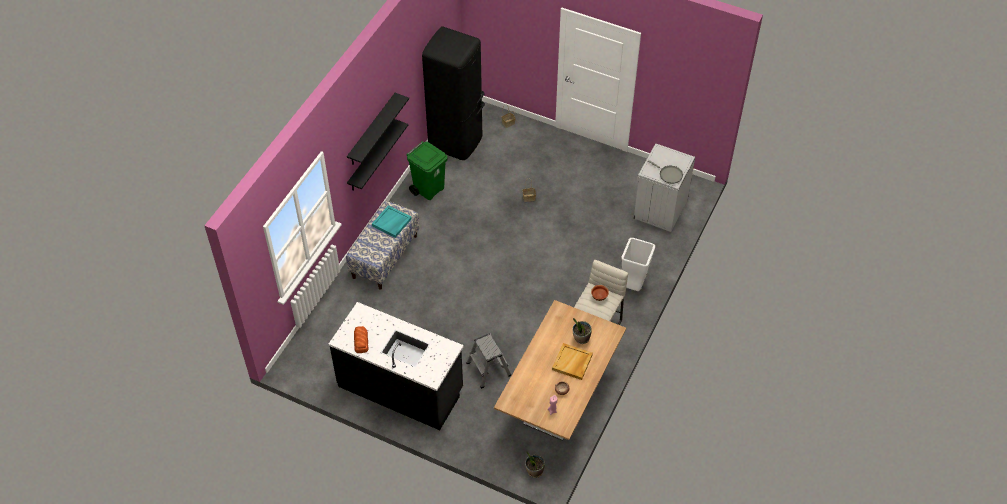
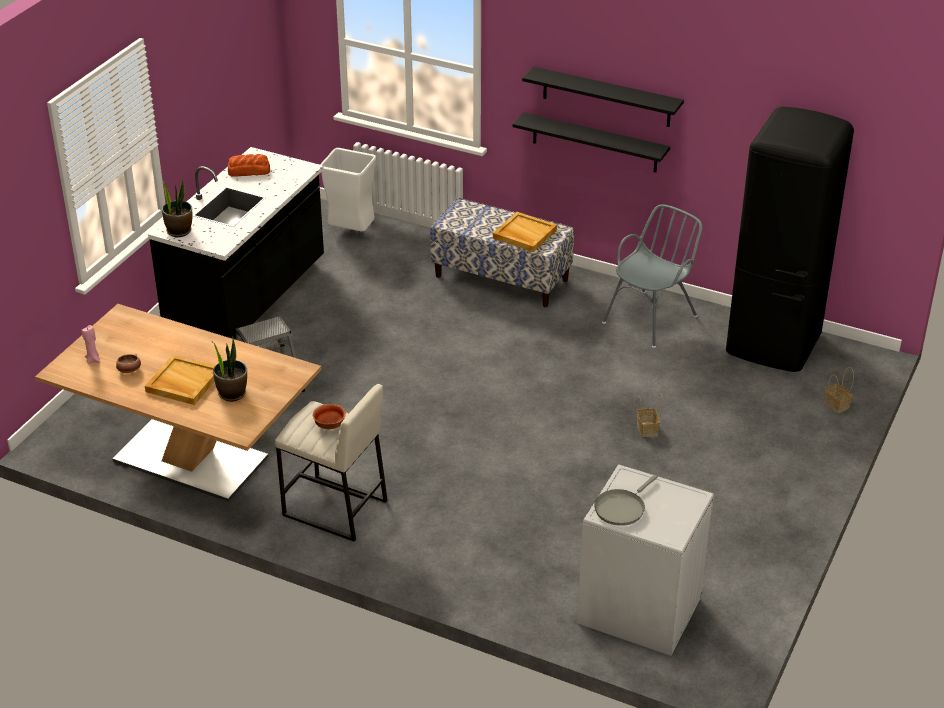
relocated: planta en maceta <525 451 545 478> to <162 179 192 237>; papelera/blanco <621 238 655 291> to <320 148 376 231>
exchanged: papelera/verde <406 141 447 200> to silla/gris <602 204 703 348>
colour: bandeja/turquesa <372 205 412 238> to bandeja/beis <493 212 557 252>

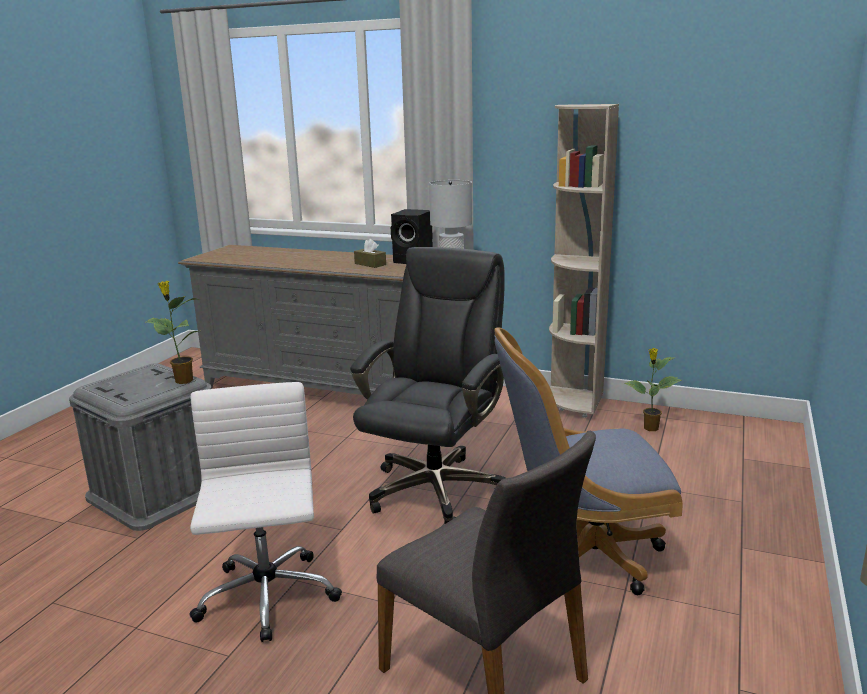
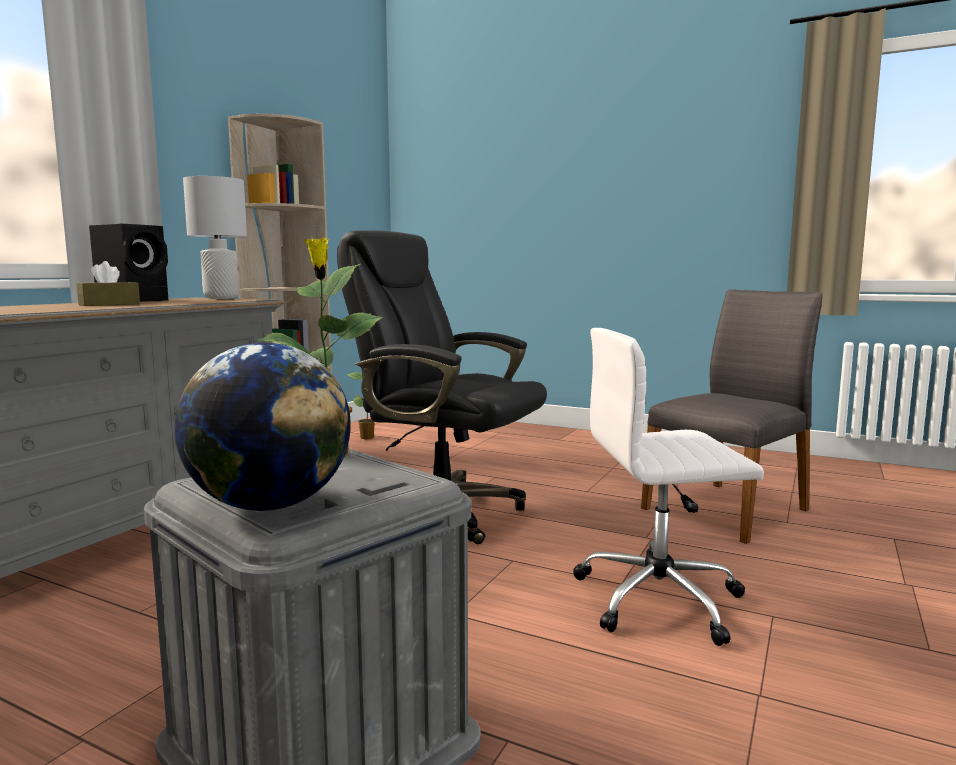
missing: silla de oficina/azul <494 328 683 595>
appeared: globo terráqueo <175 343 351 511>

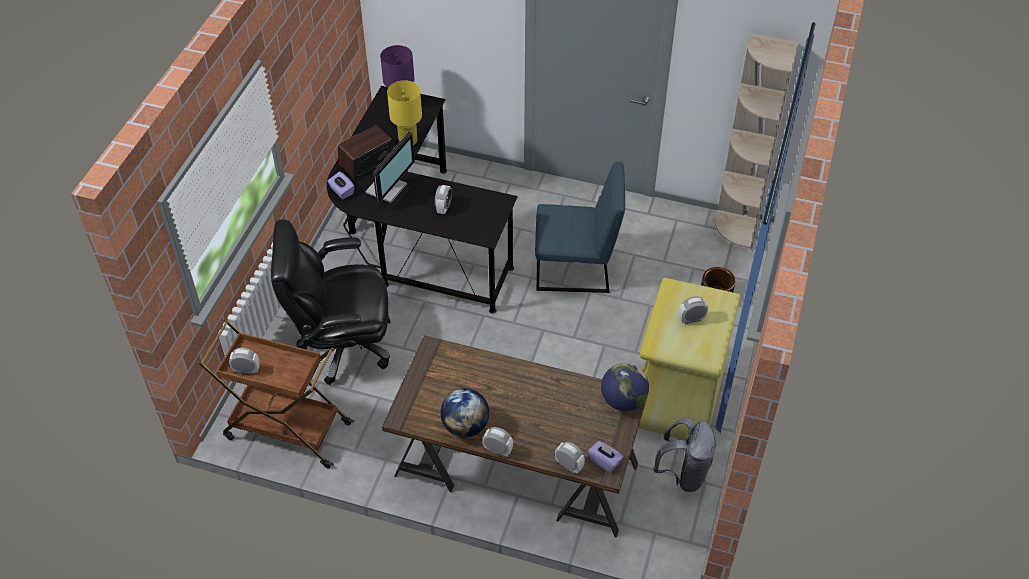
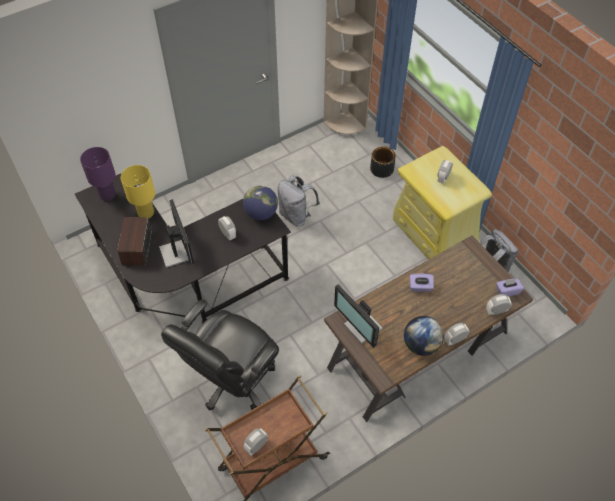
appeared: monitor <334 284 383 348>
relocated: caja de pañuelos/morado <327 172 355 199> to <410 274 434 292>; globo terráqueo <601 363 649 411> to <243 185 278 220>
exchanged: silla/azul <535 161 625 293> to mochila/gris <277 175 320 226>

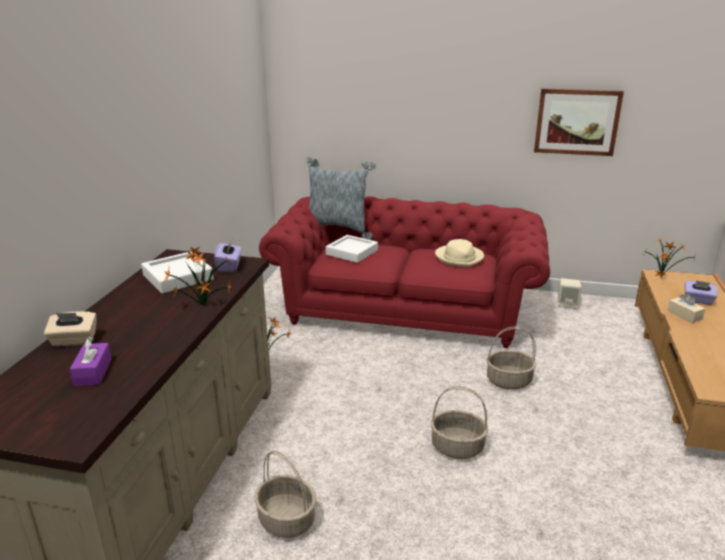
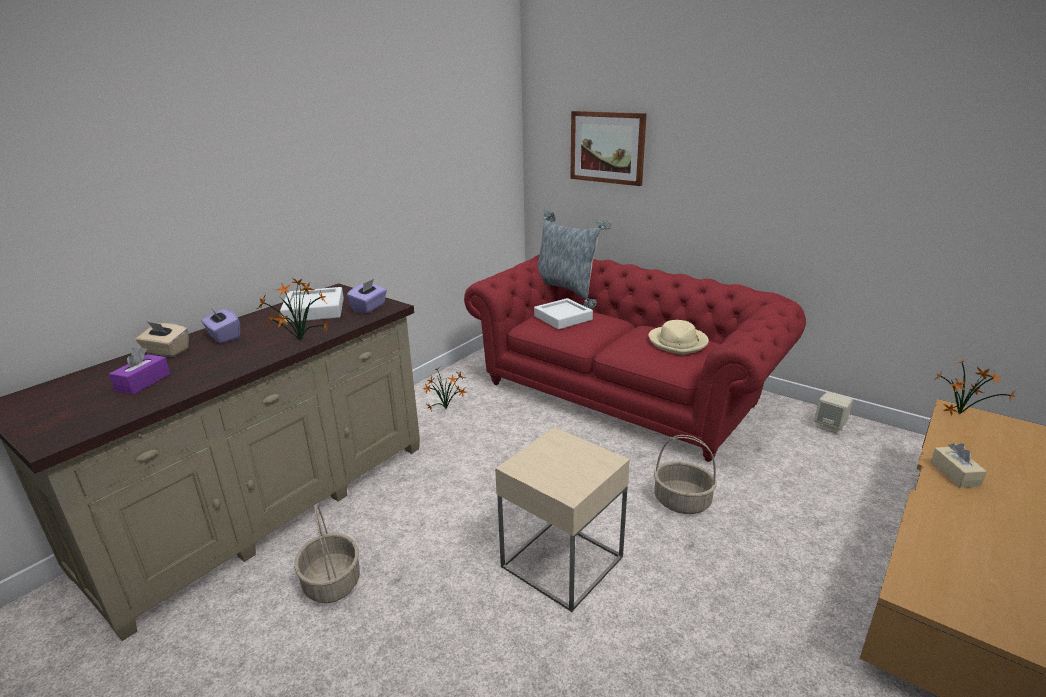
relocated: cuadro <534 88 624 156> to <570 111 647 186>; caja de pañuelos/morado <685 280 717 305> to <201 308 240 344>
exchanged: cesta <431 386 488 459> to mesa auxiliar/beis <495 427 630 612>

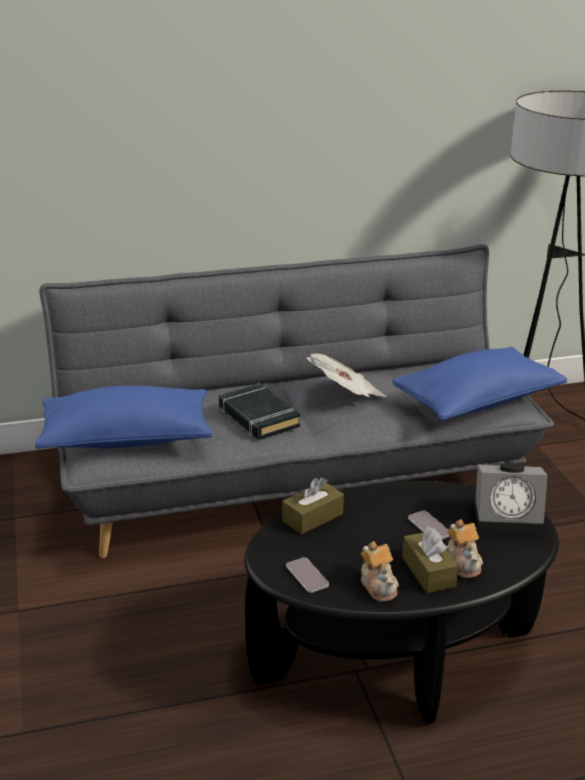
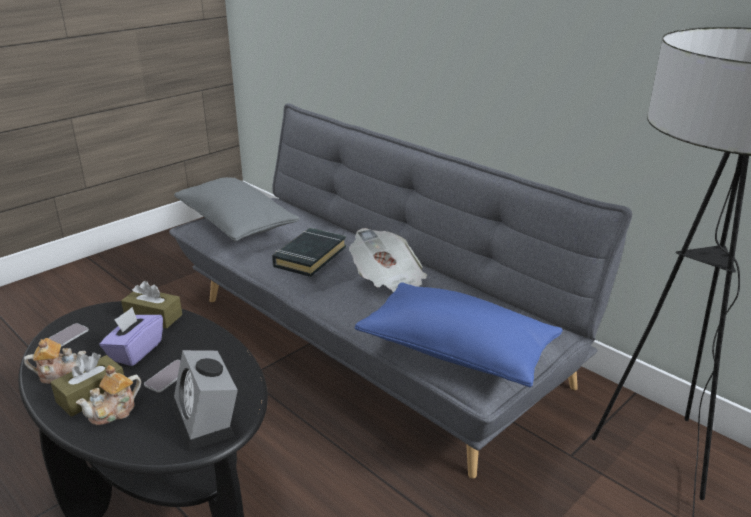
appeared: caja de pañuelos/morado <99 307 163 366>
colour: cojín/azul <35 386 212 449> to cojín/gris <174 177 300 242>
spun: tetera <361 541 399 602> = <24 338 86 384> 135 degrees counterclockwise

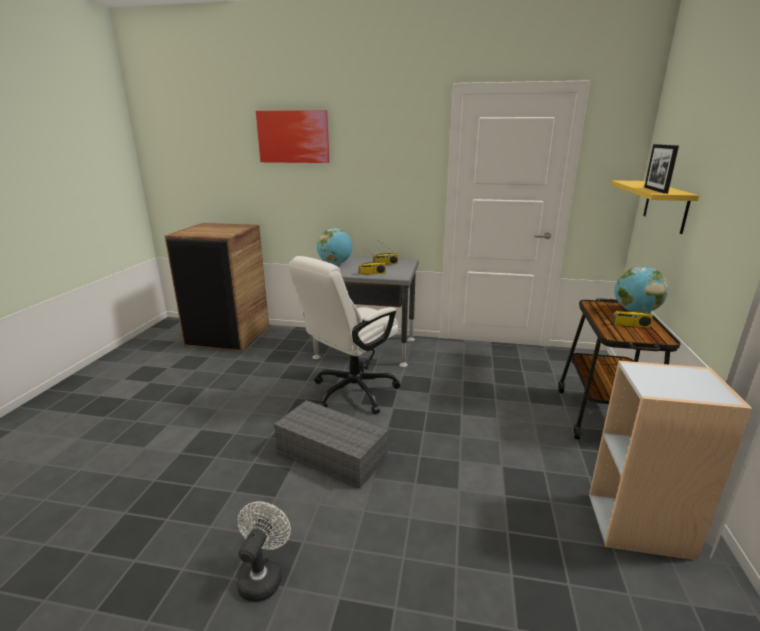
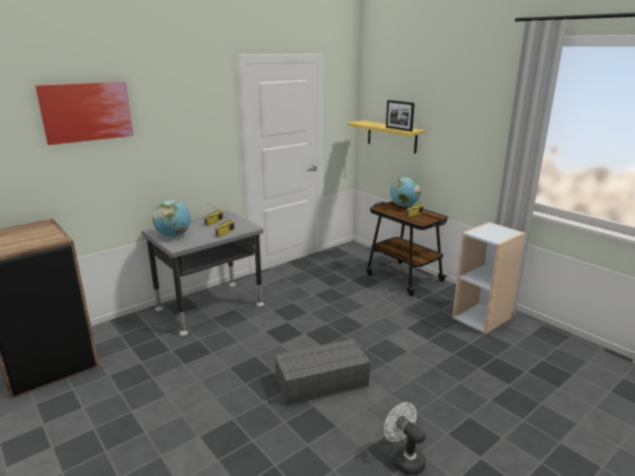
missing: silla de oficina/blanco <288 256 401 415>

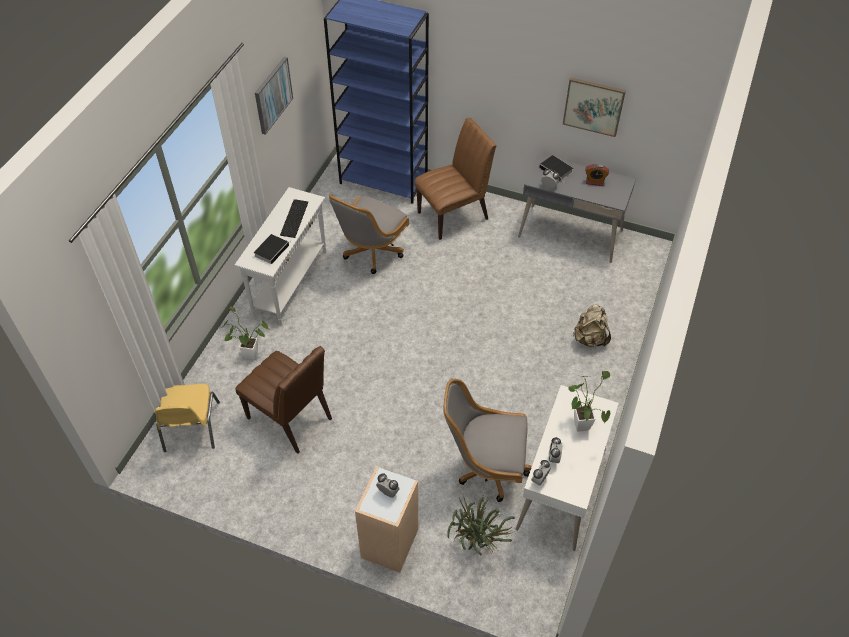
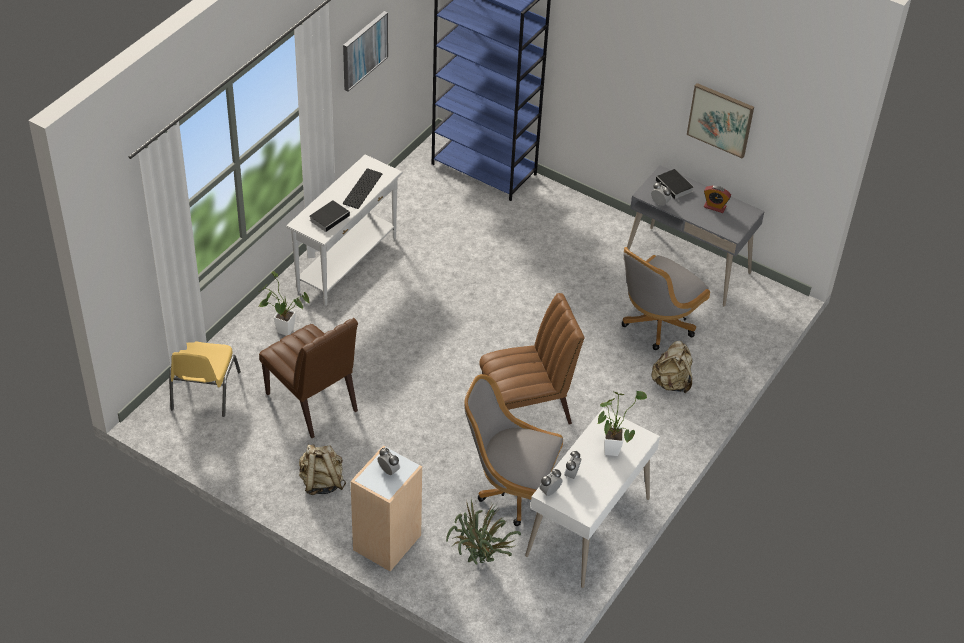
appeared: mochila/beis <299 444 346 495>
relocated: silla de oficina/gris <329 194 409 274> to <622 247 710 350>; silla/marrón <414 118 497 240> to <479 293 585 425>

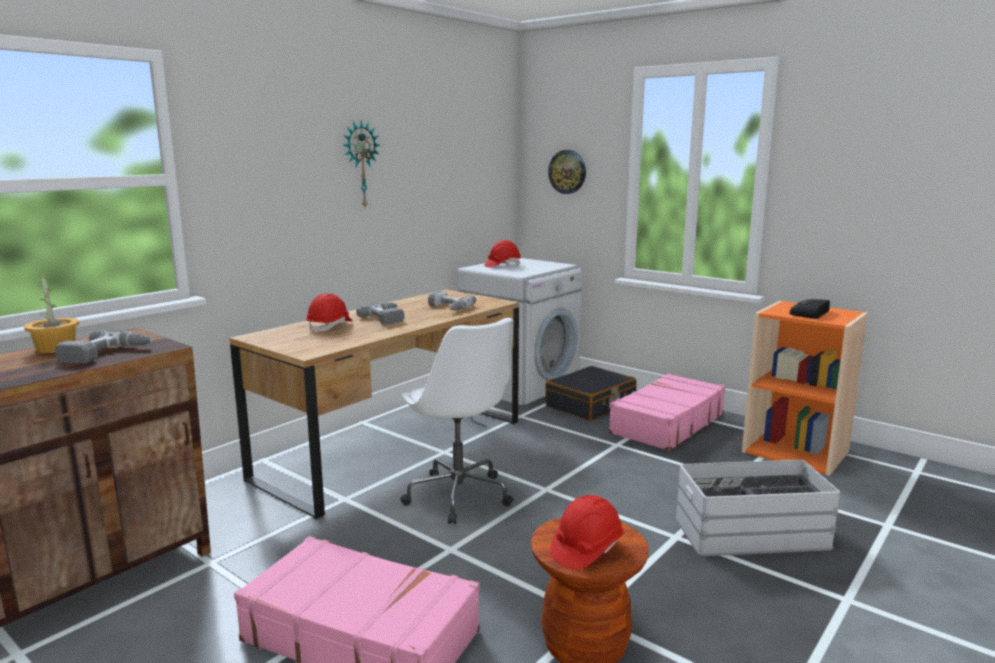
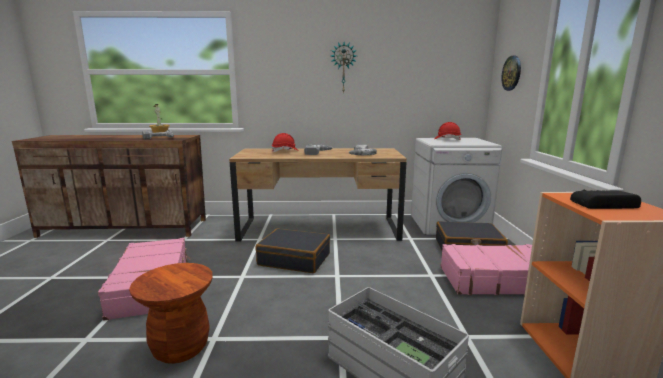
missing: casco/rojo <550 495 624 570>
exchanged: silla de oficina/blanco <401 318 514 524> to maleta/negro <256 229 330 273>

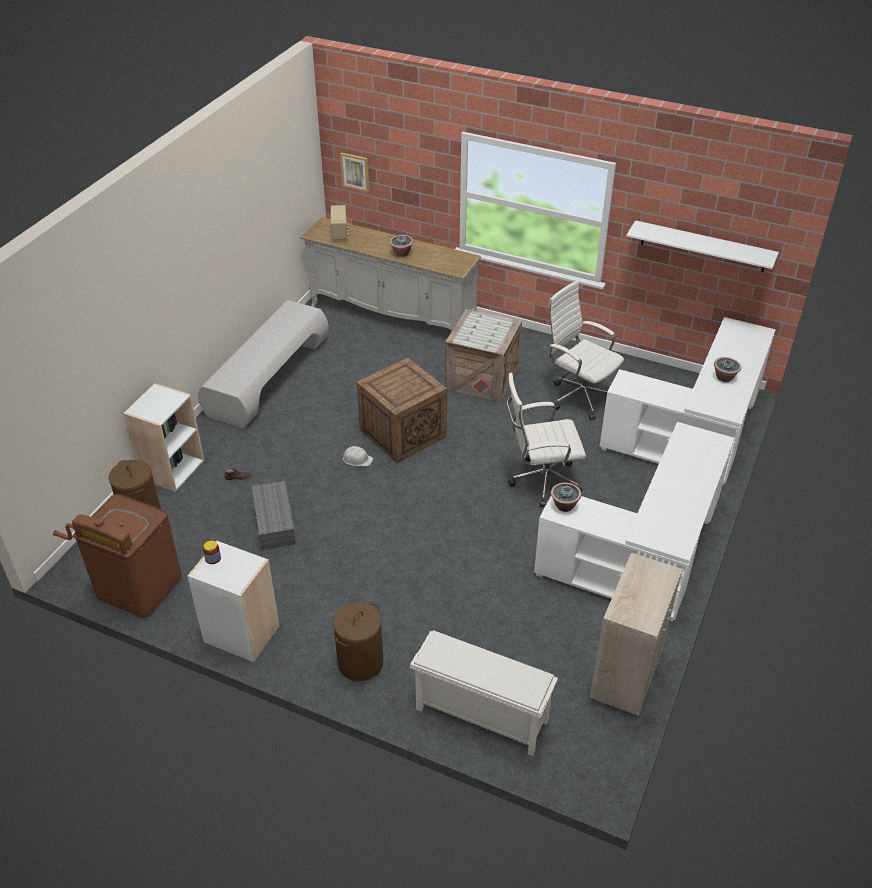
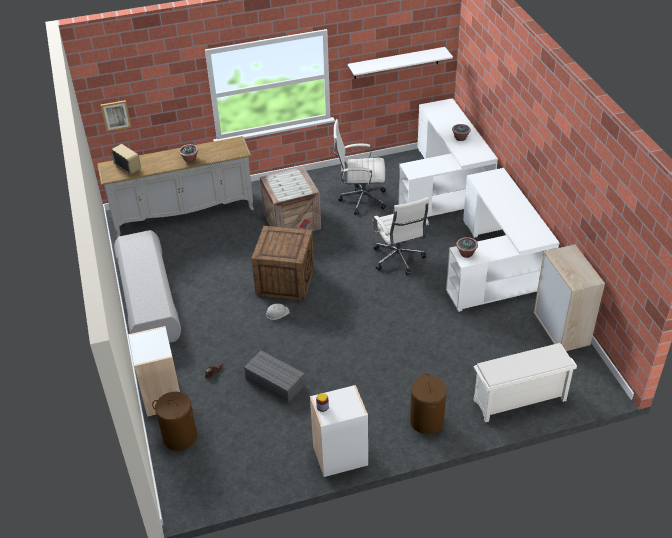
missing: lavadora/marrón <53 494 182 618>
spun: silla de oficina/blanco <507 373 586 507> = <373 197 430 275> 60 degrees counterclockwise

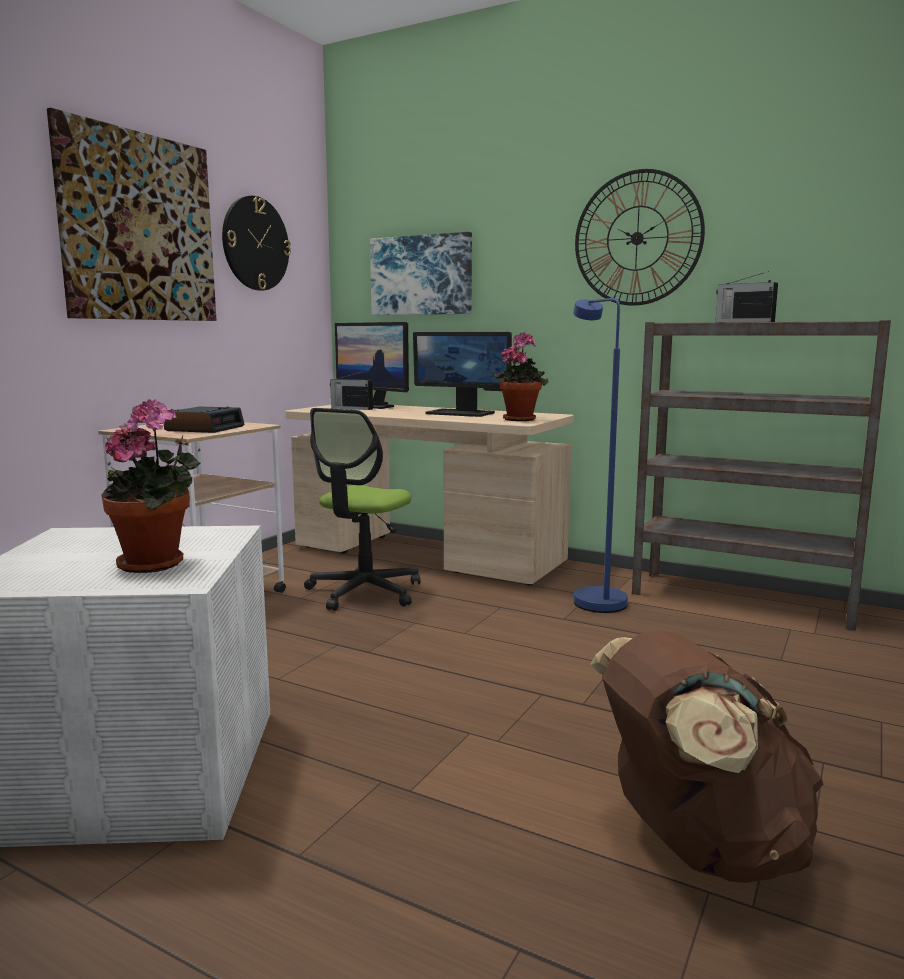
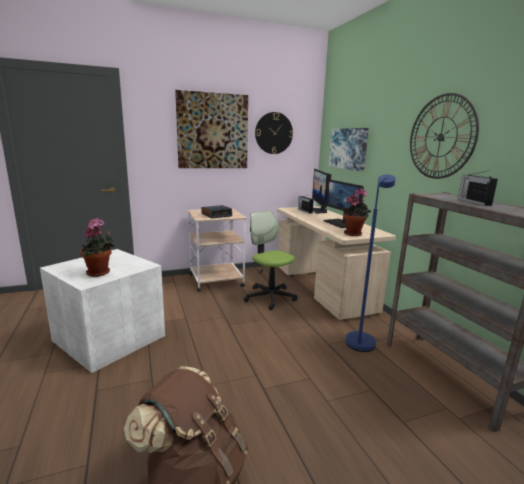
spun: silla de oficina <304 408 421 611> = <243 211 297 310> 75 degrees clockwise

